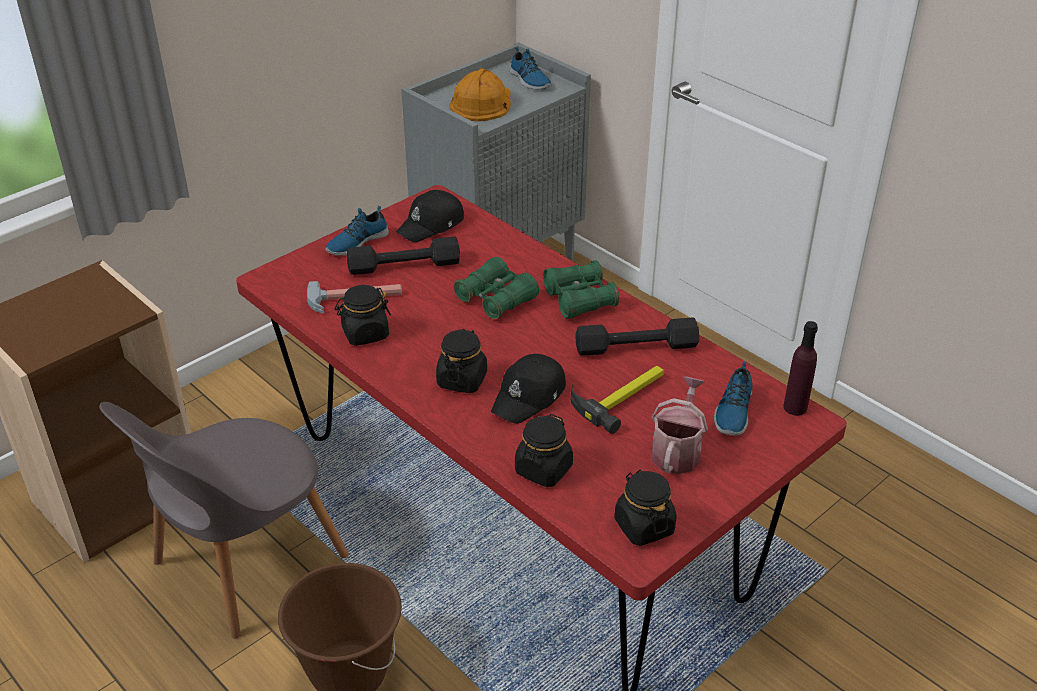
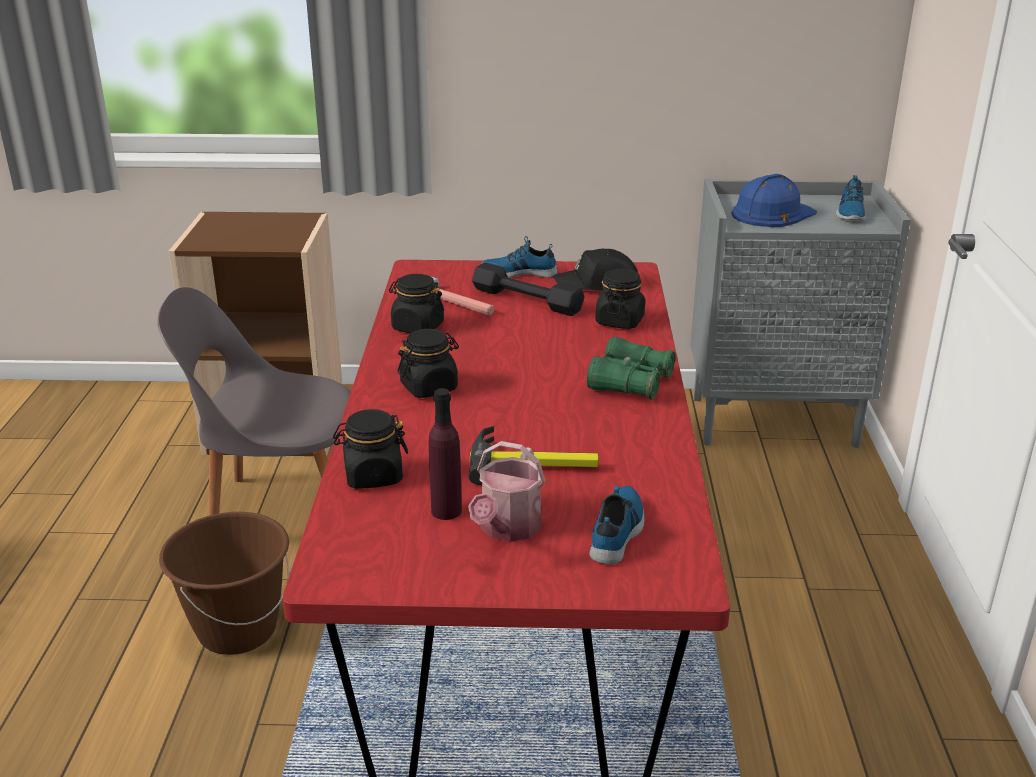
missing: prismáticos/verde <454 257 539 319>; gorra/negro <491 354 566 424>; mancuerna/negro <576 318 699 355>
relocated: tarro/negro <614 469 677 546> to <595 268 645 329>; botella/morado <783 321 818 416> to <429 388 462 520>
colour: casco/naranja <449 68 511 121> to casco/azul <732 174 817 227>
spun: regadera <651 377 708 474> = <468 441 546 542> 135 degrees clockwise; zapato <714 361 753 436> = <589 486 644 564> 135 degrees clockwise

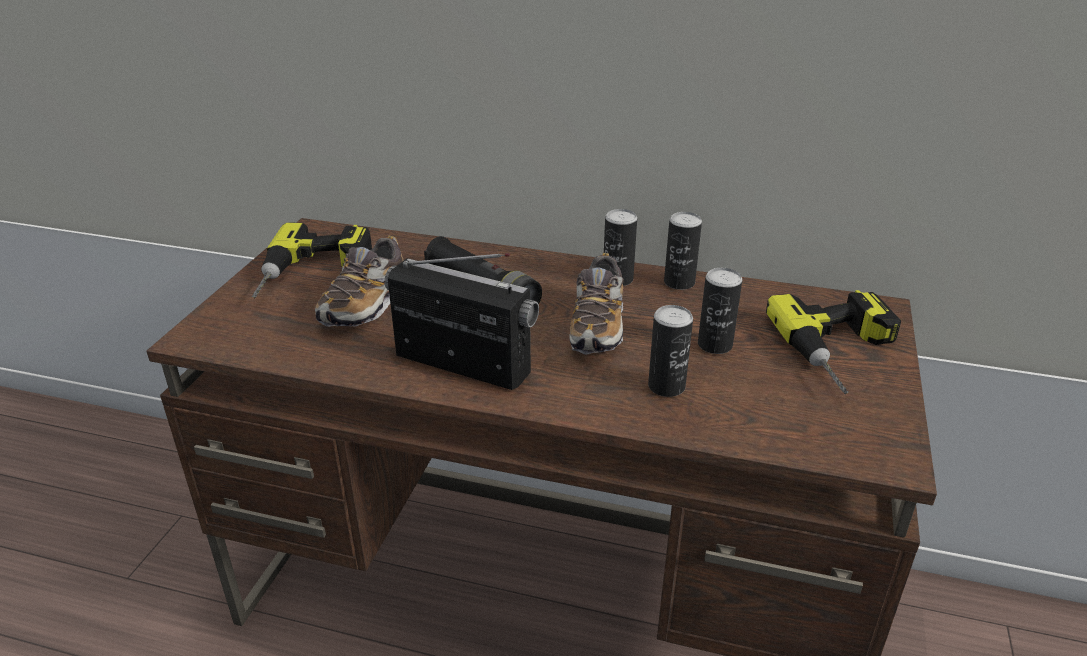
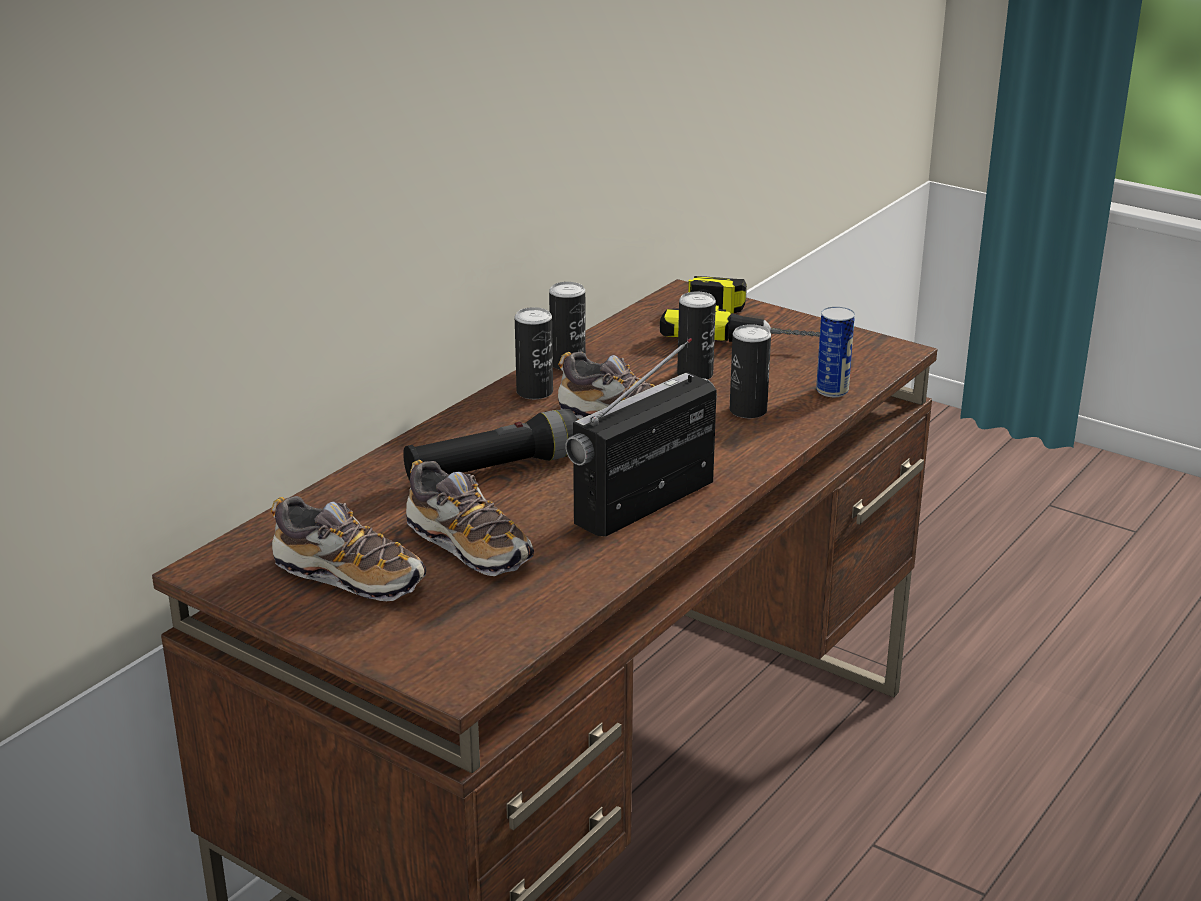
appeared: lata <816 307 855 397>
exchanged: taladro <252 222 372 298> to zapato <271 496 427 601>

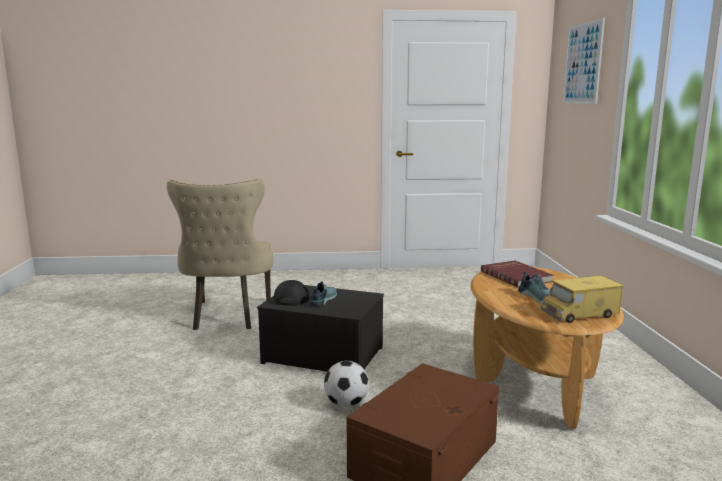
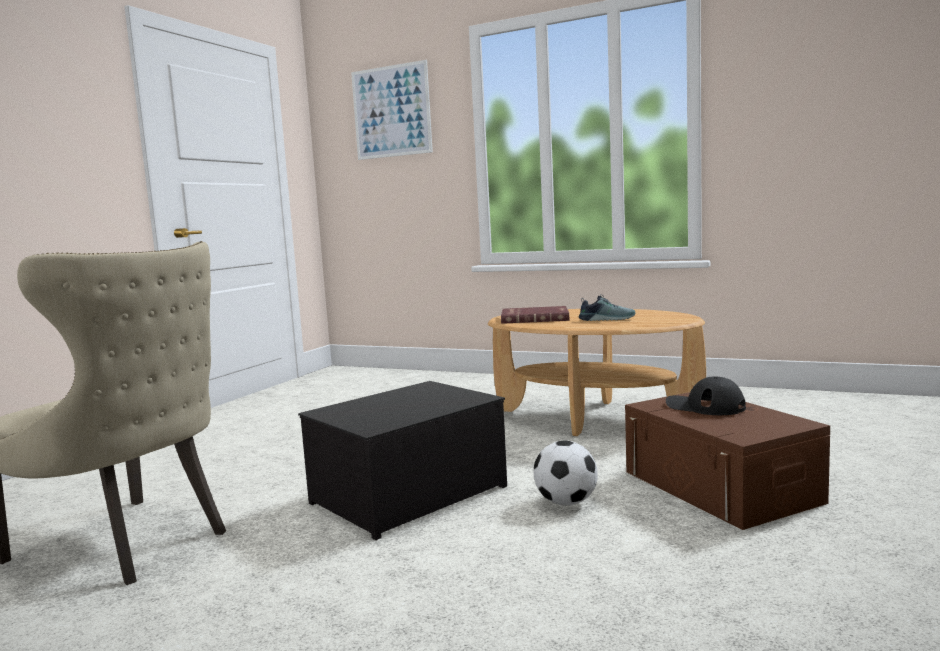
missing: zapato <310 281 337 306>; camión de juguete <540 275 624 323>
relocated: gorra/negro <274 280 311 305> to <666 377 746 415>

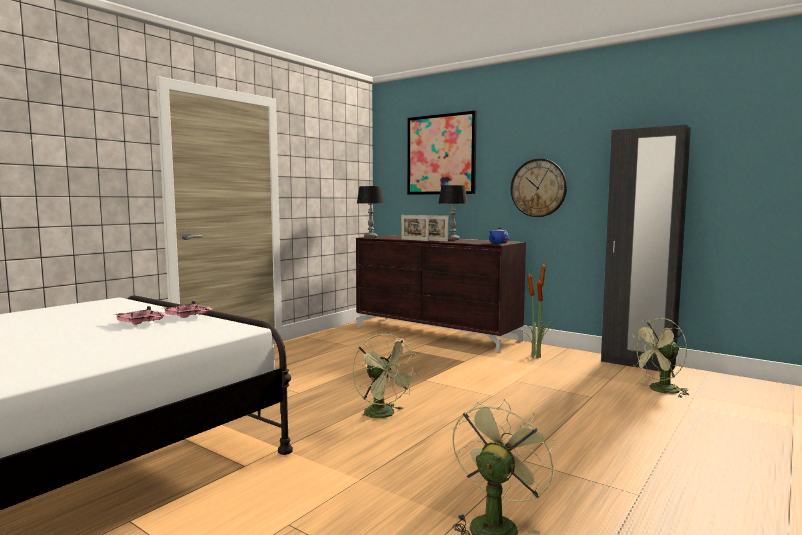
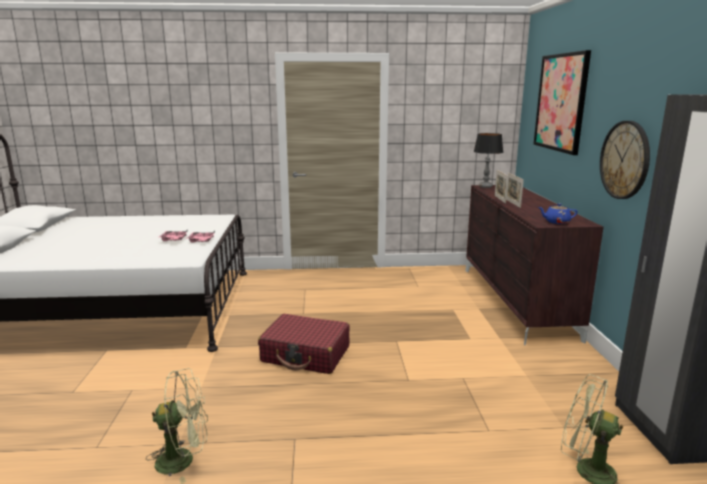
missing: lámpara de mesa <438 185 468 240>; planta en maceta <523 259 554 359>
exchanged: ventilador/verde <352 334 419 422> to maleta/rojo <258 314 350 374>

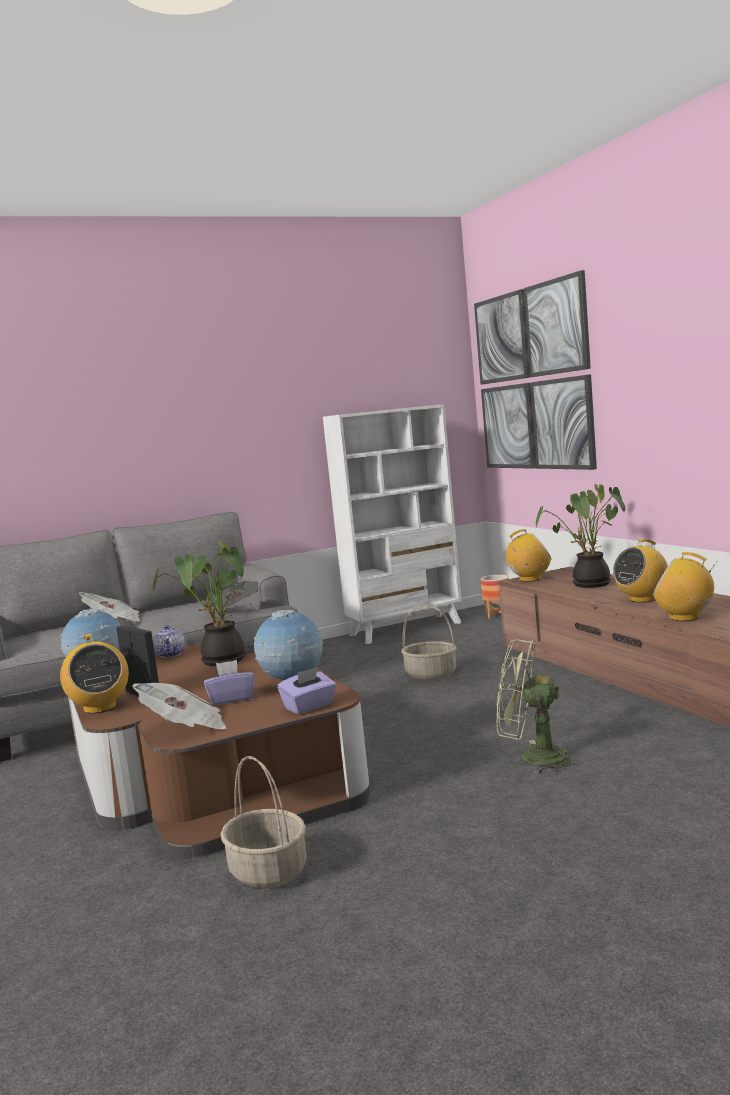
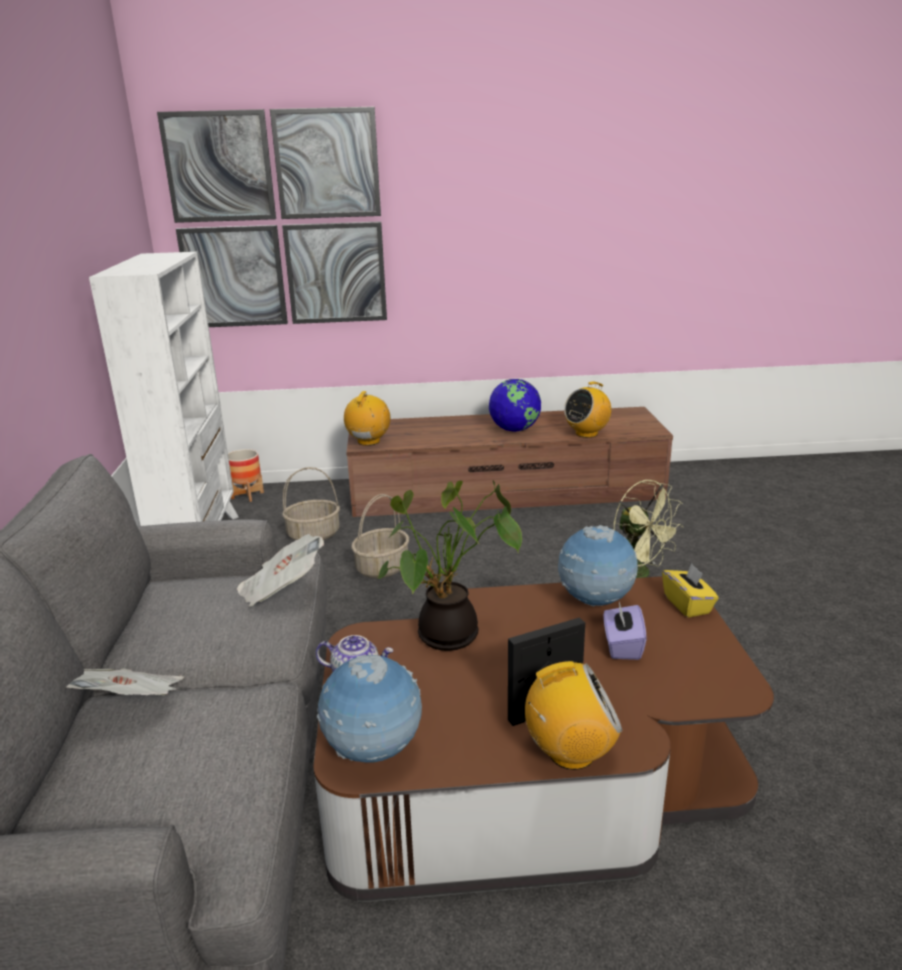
missing: periódico <132 683 226 729>; planta en maceta <536 484 625 588>
relocated: cesta <221 756 306 888> to <282 467 340 541>
exchanged: radio <613 539 668 603> to globo terráqueo <489 379 541 432>
colour: caja de pañuelos/morado <277 667 336 715> to caja de pañuelos/amarillo <662 563 719 617>
spun: ventilador/verde <496 639 582 774> = <614 480 683 578> 75 degrees counterclockwise

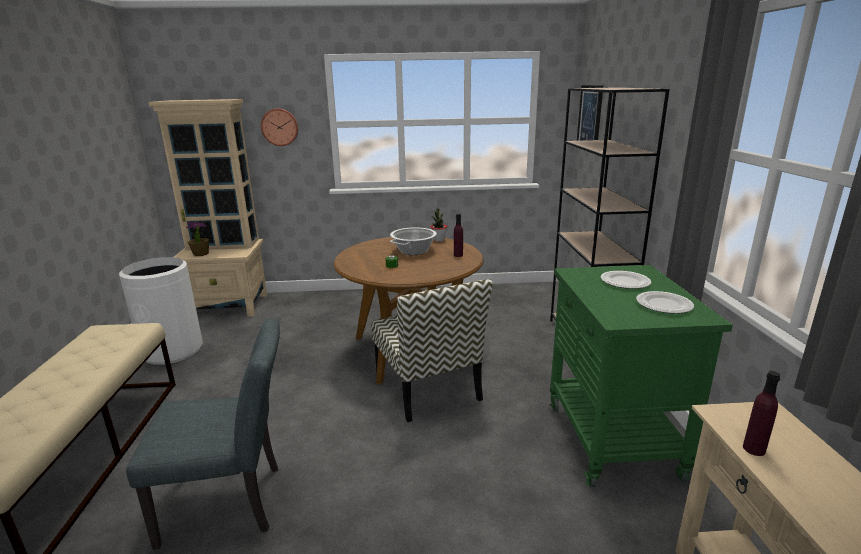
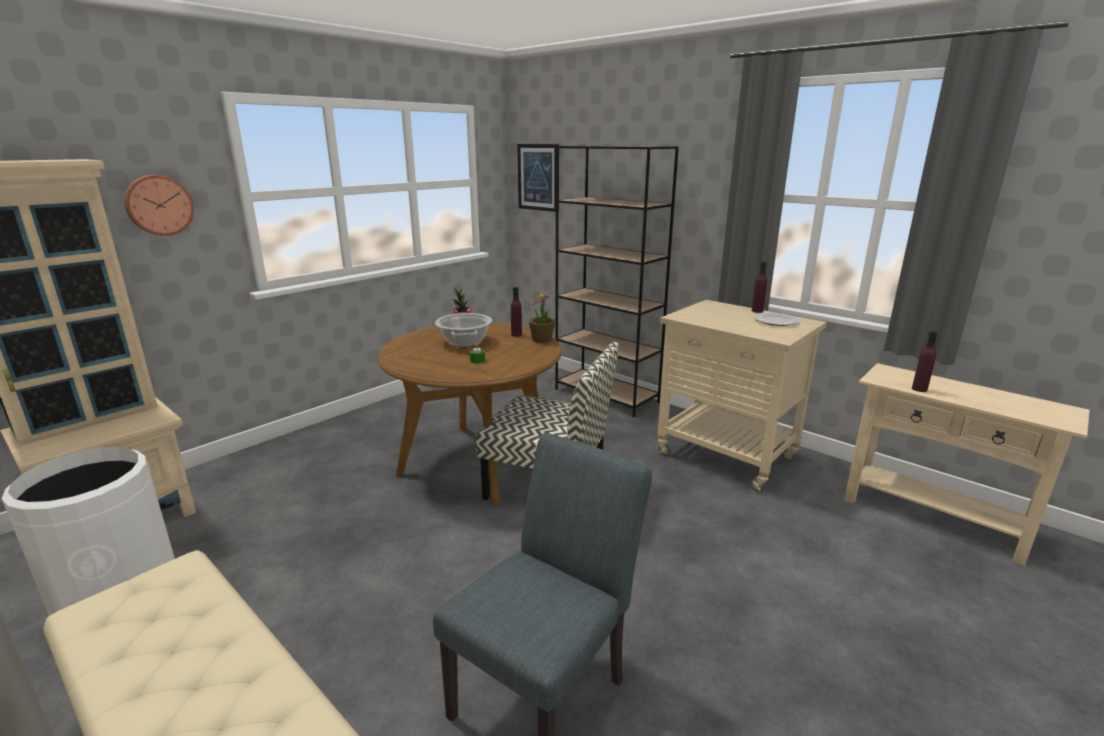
missing: plato <601 271 651 289>
appeared: botella/morado <752 262 767 313>
relocated: planta en maceta <187 221 209 256> to <529 291 555 343>
colour: carrito/verde <550 265 733 487> to carrito/beis <657 300 827 492>

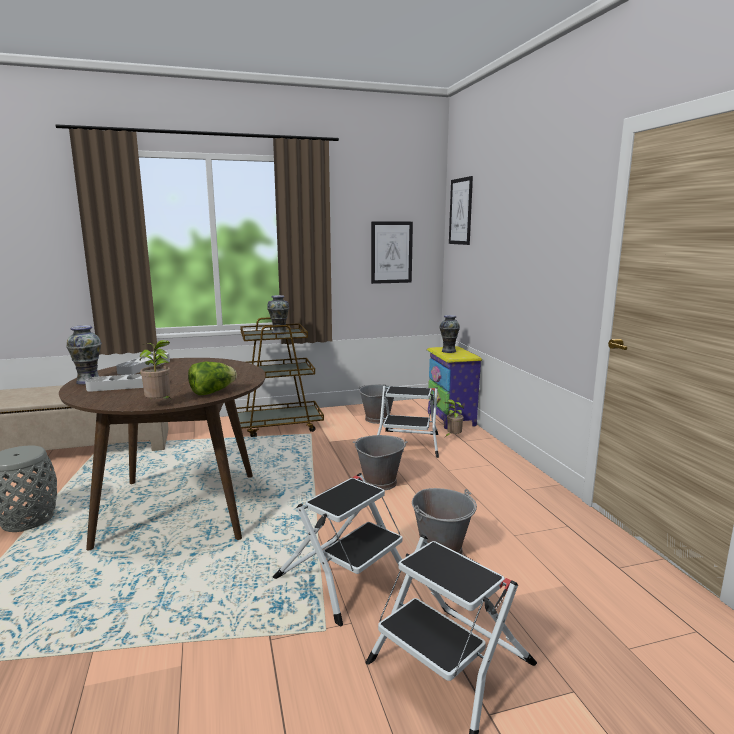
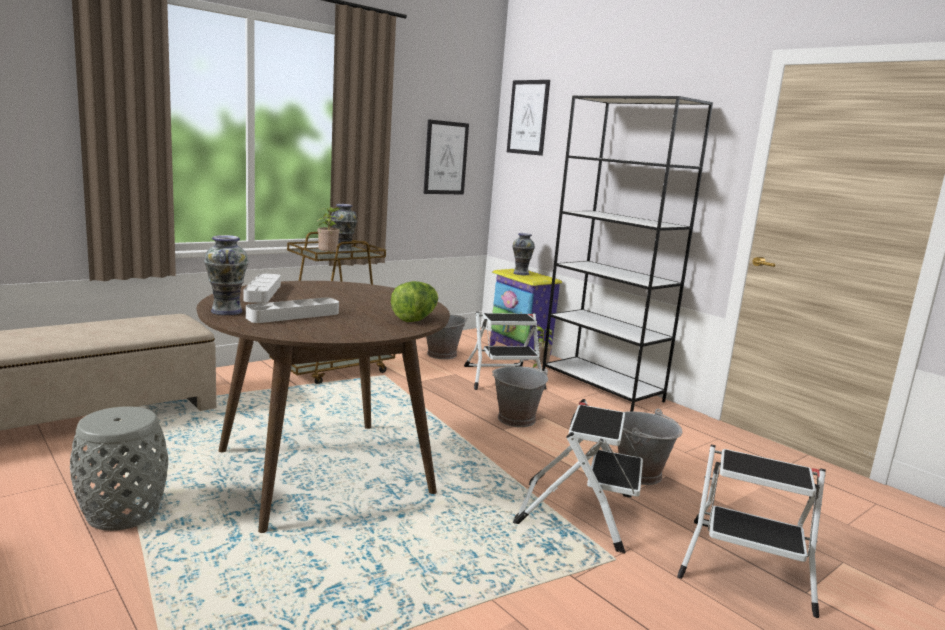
appeared: estantería/blanco <542 96 713 411>
relocated: planta en maceta <139 340 171 399> to <317 207 341 252>

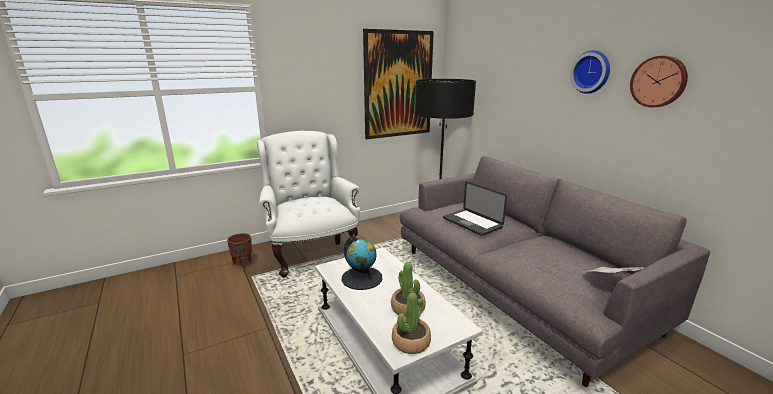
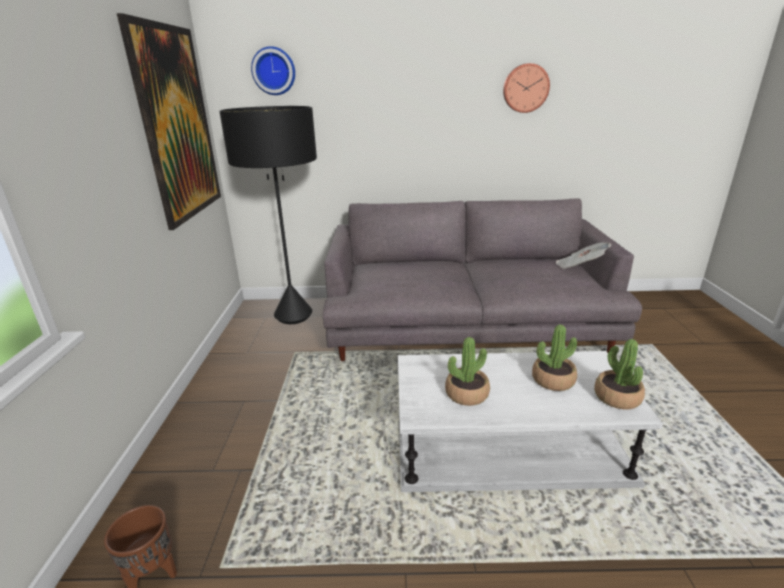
missing: sillón/blanco <257 131 360 278>; portátil <443 181 507 236>
relocated: reloj de pared <570 50 610 94> to <251 46 295 95>
exchanged: globo terráqueo <342 235 382 290> to planta en maceta <445 337 490 406>

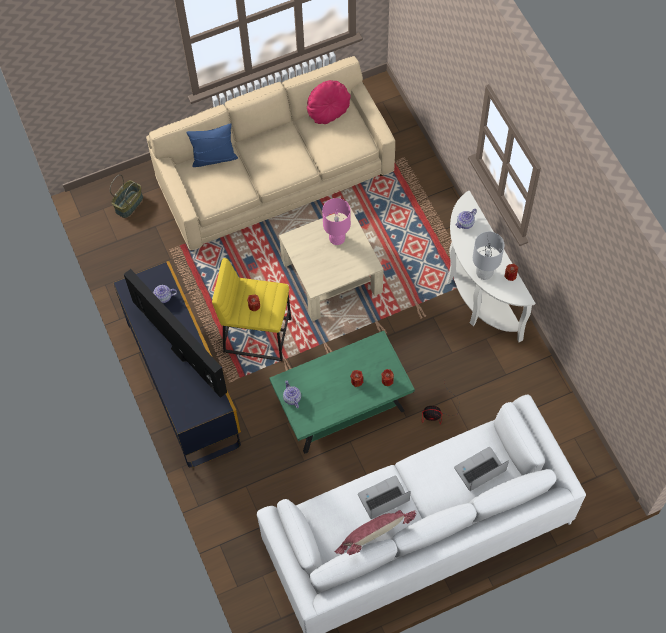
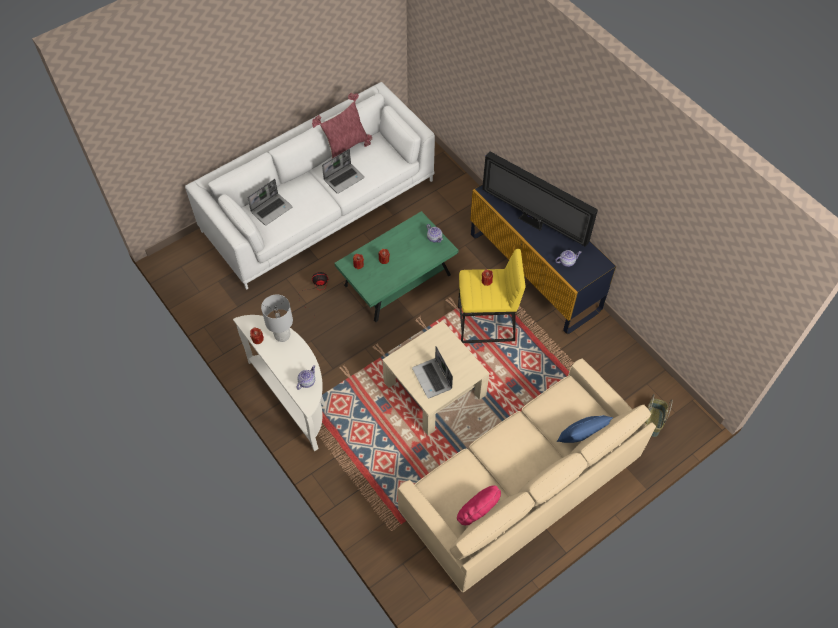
exchanged: lámpara de mesa/rosa <322 198 351 245> to portátil <412 346 453 399>

